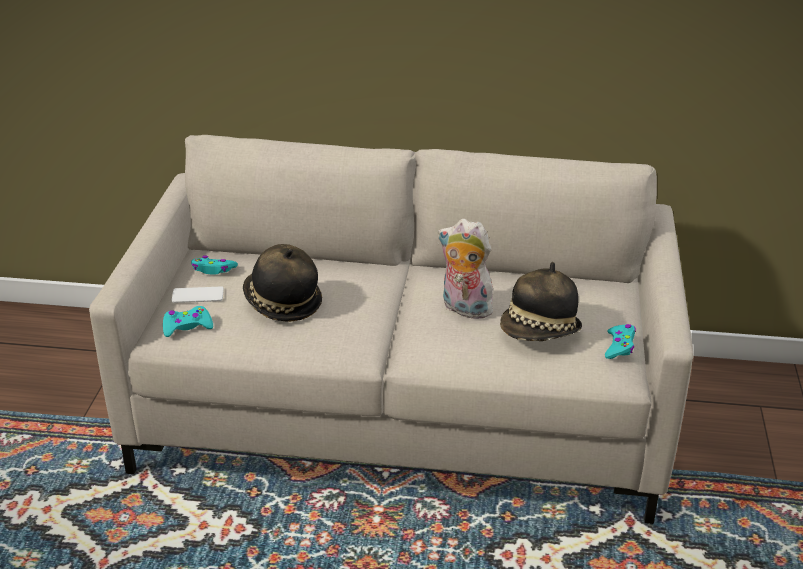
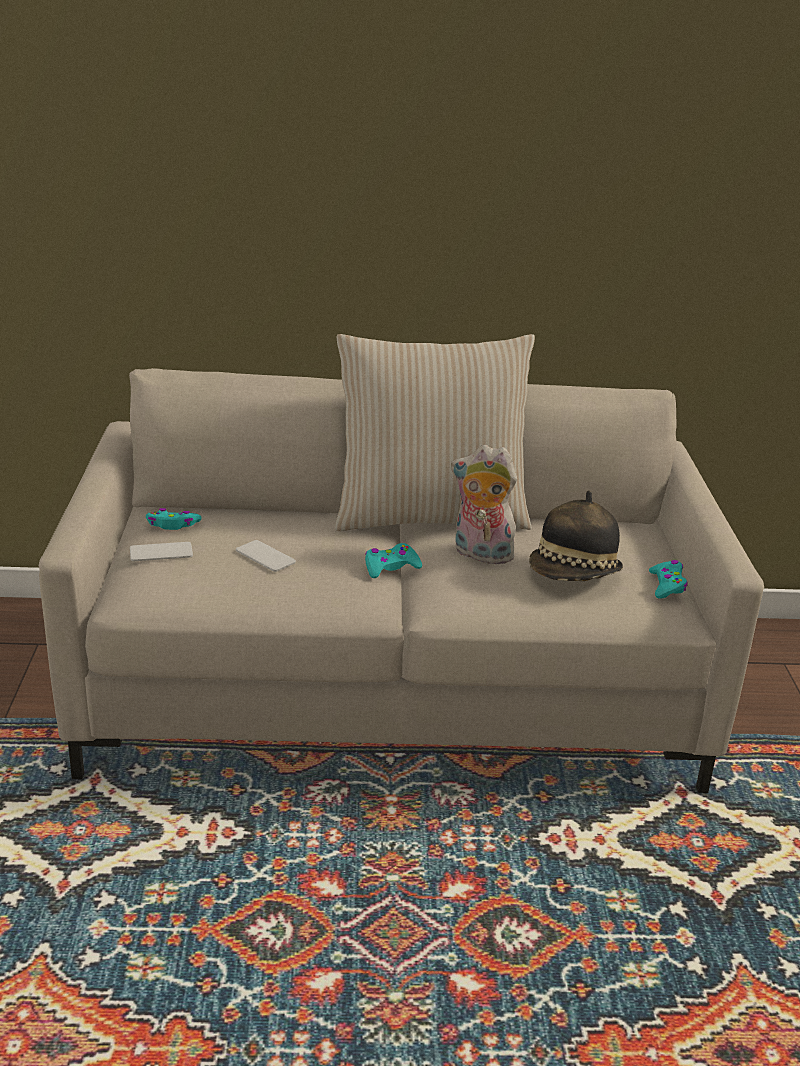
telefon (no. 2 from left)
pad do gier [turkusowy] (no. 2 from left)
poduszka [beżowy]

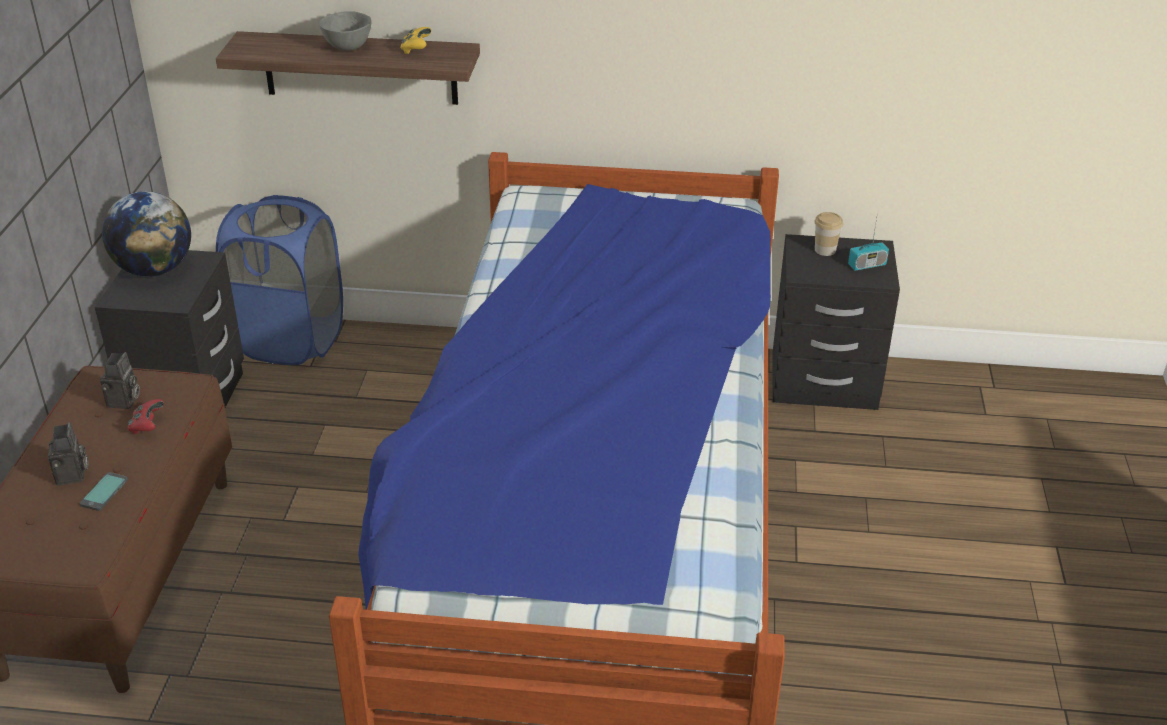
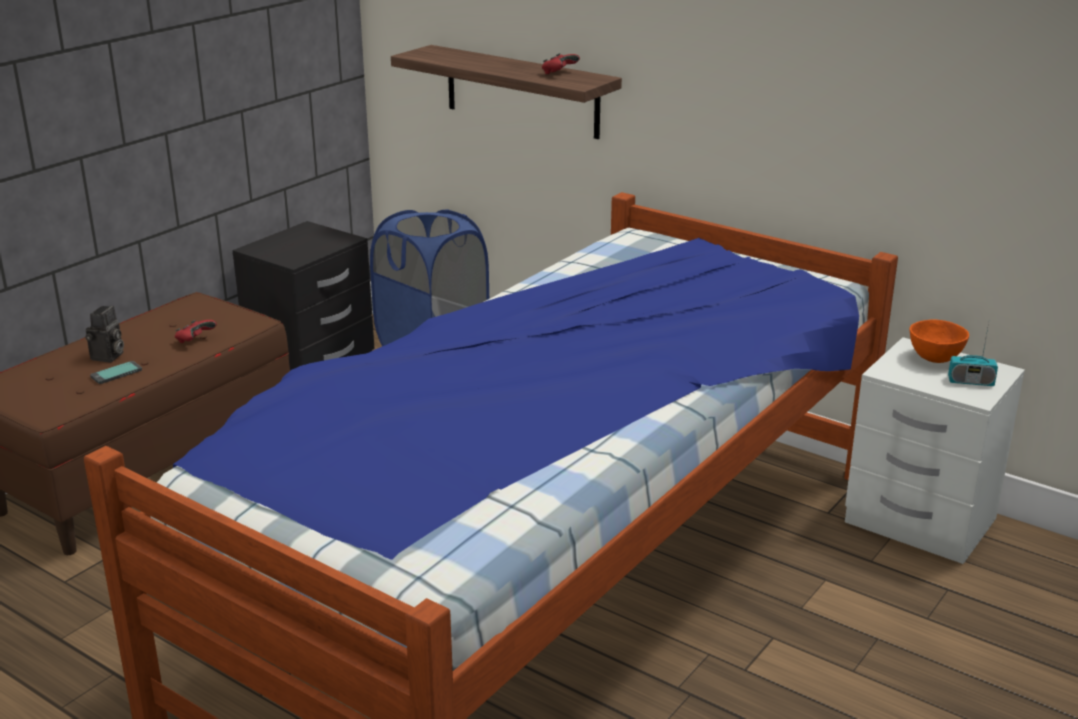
miska [szary]
pad do gier [czerwony] (no. 2 from left)
globus
miska [pomarańczowy]
szafka nocna [biały]
aparat fotograficzny (no. 2 from left in the first image)

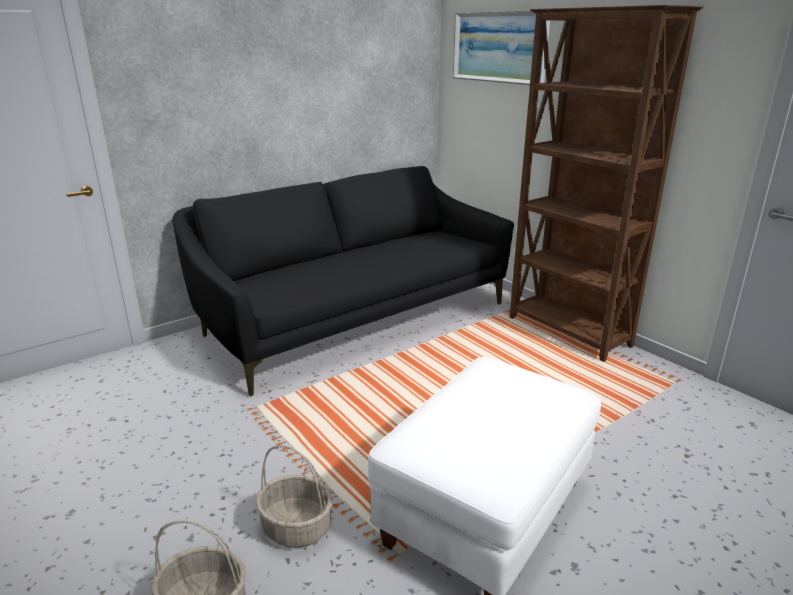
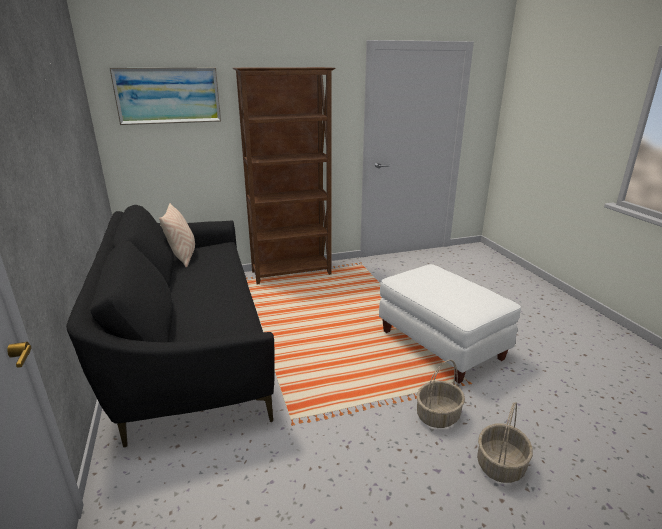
poduszka [beżowy]

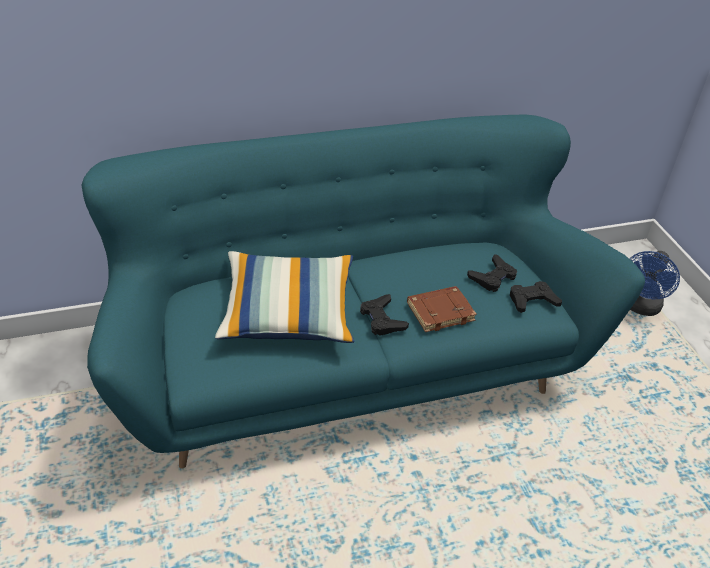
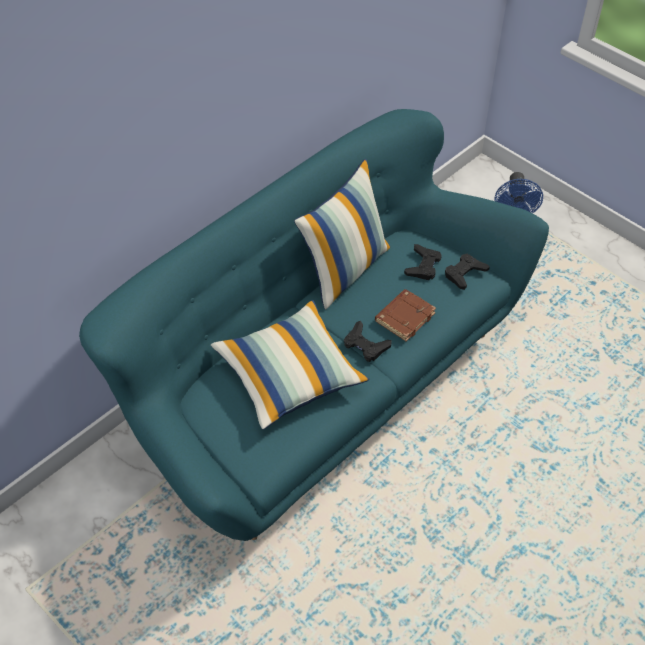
poduszka (no. 2 from left)

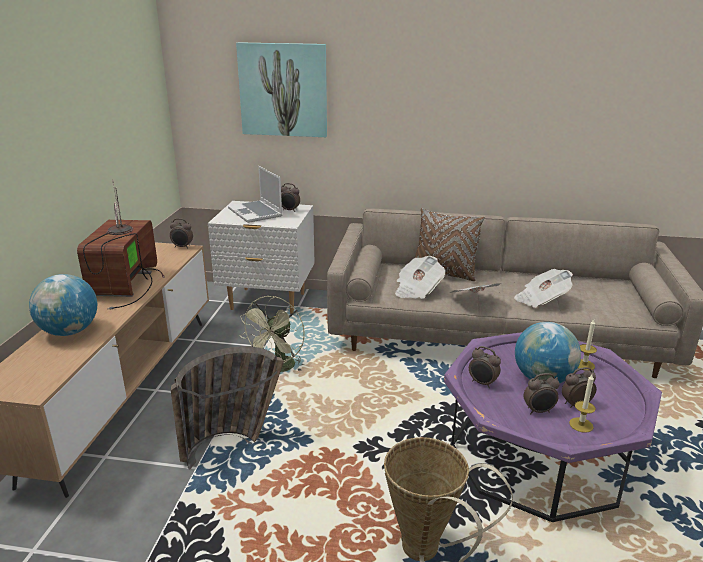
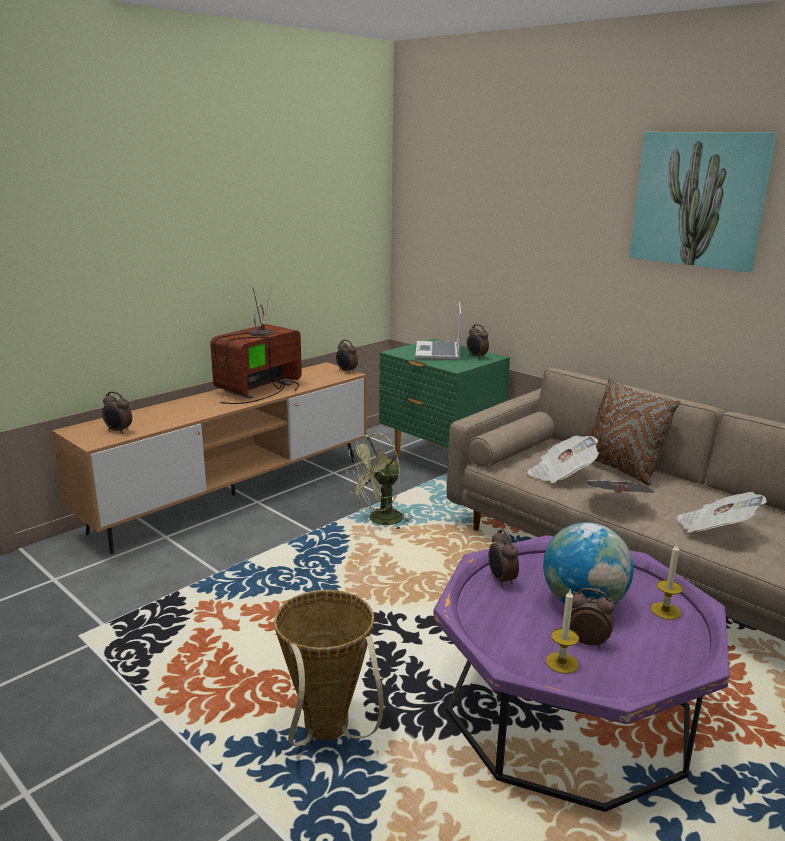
obraz
szafka nocna [zielony]
globus (no. 1 from left in the first image)
koszyk (no. 1 from left in the first image)
budzik (no. 1 from left)

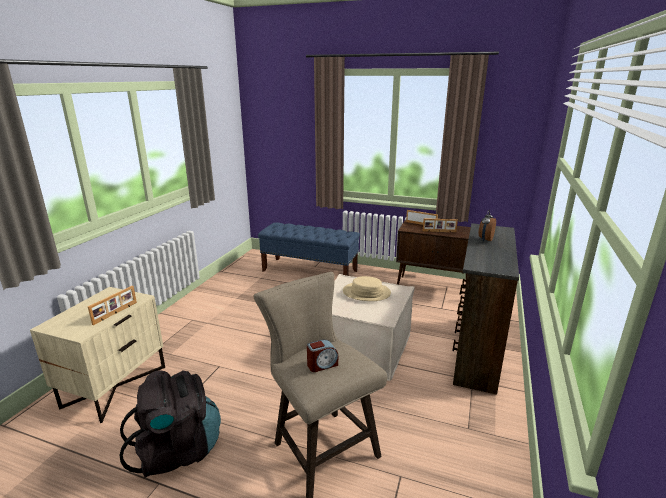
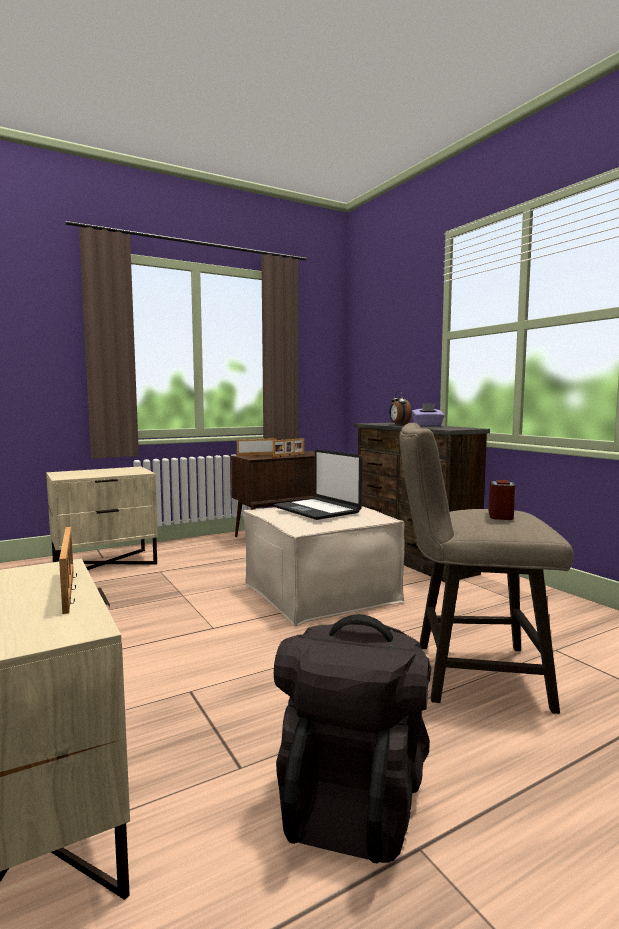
szafka nocna [beżowy] (no. 2 from left)
laptop
pudełko chusteczek [fioletowy]

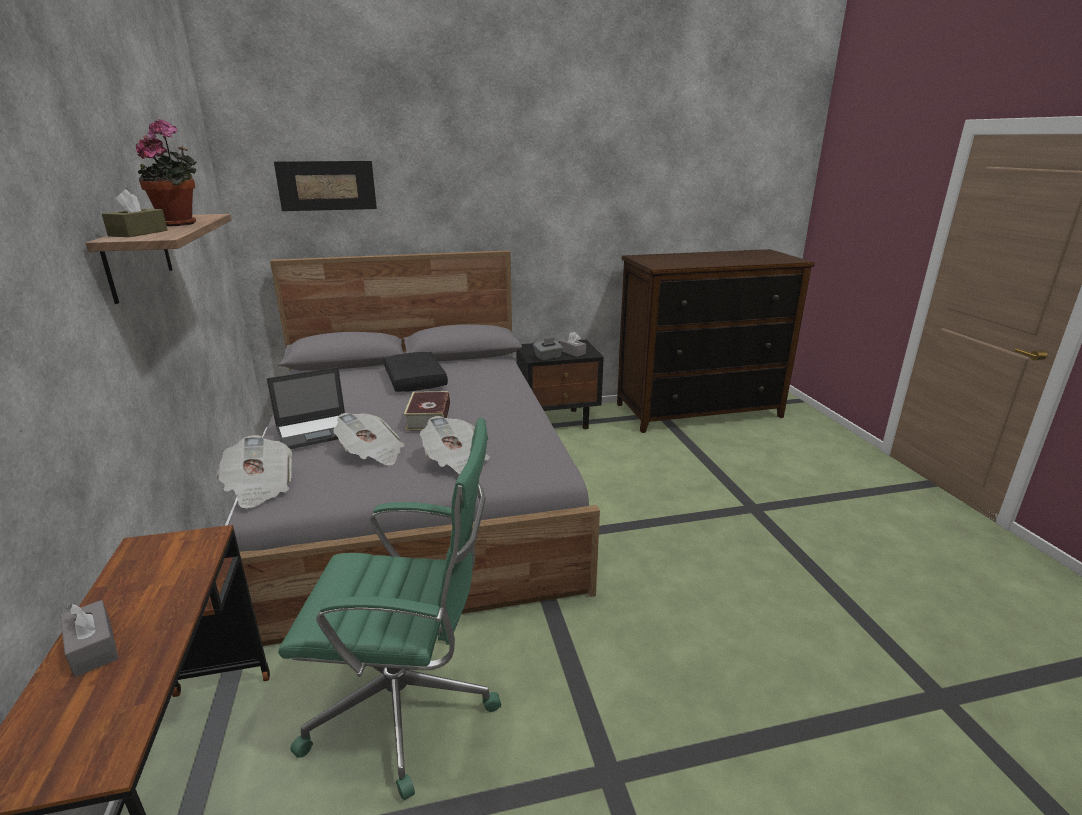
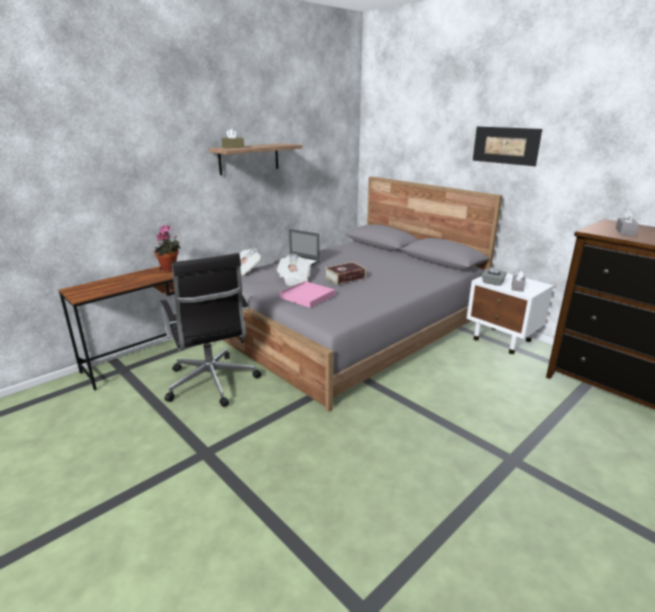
roślina doniczkowa
obraz
szafka nocna [biały]
poduszka [czarny]
taca [różowy]
krzesło biurowe [czarny]
pudełko chusteczek [szary] (no. 3 from left)

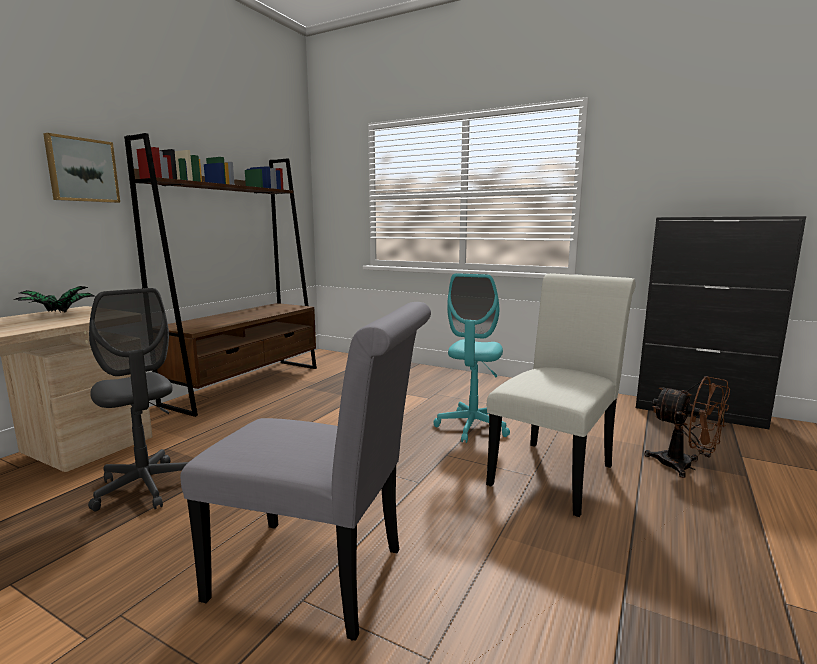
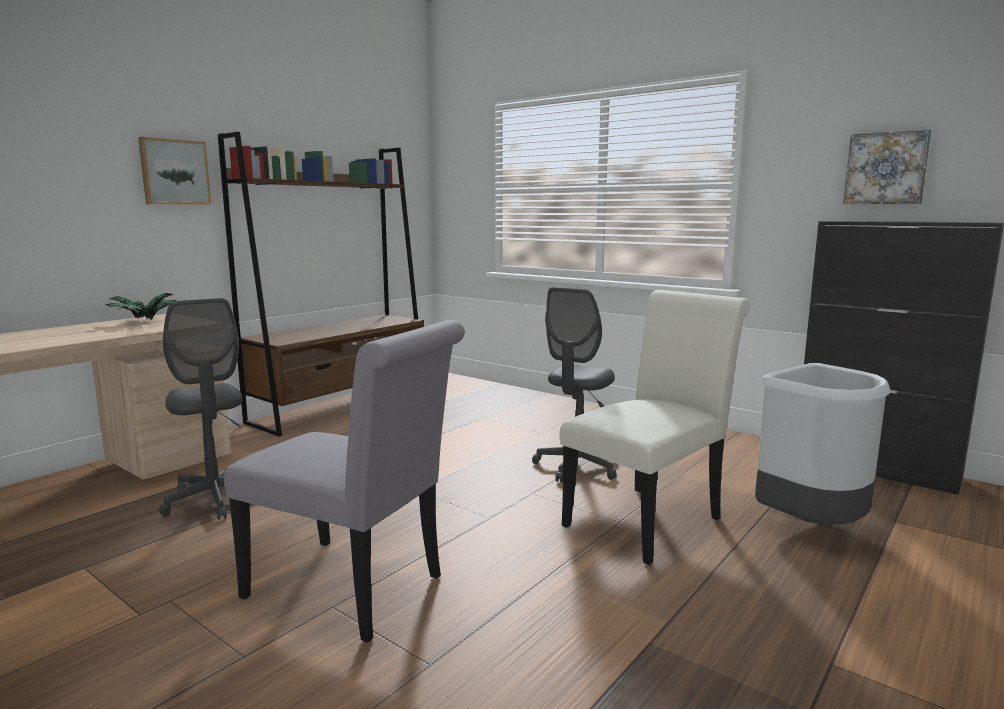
krzesło biurowe [szary] (no. 2 from left)
kosz na śmieci [szary]
obraz (no. 2 from left)

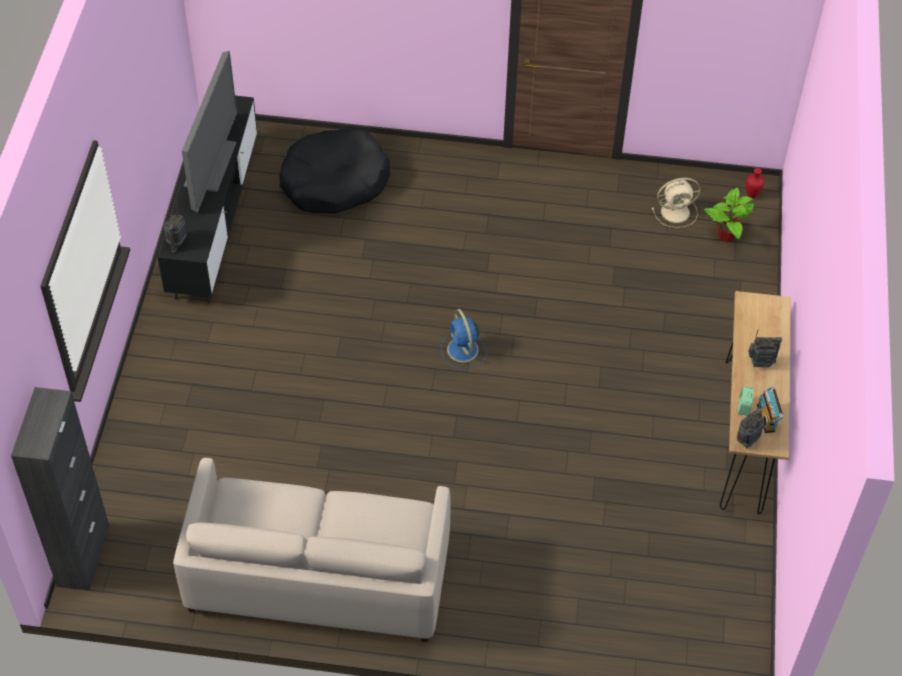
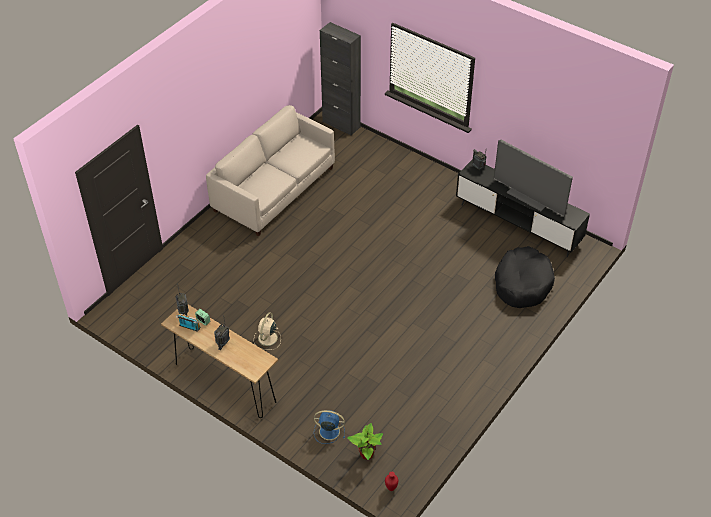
wentylator [beżowy]
wentylator [niebieski]

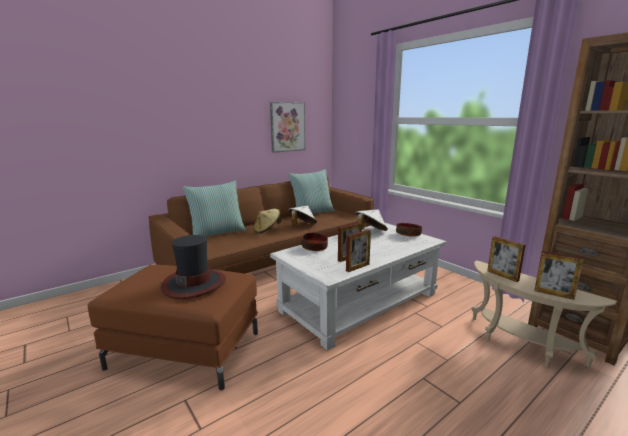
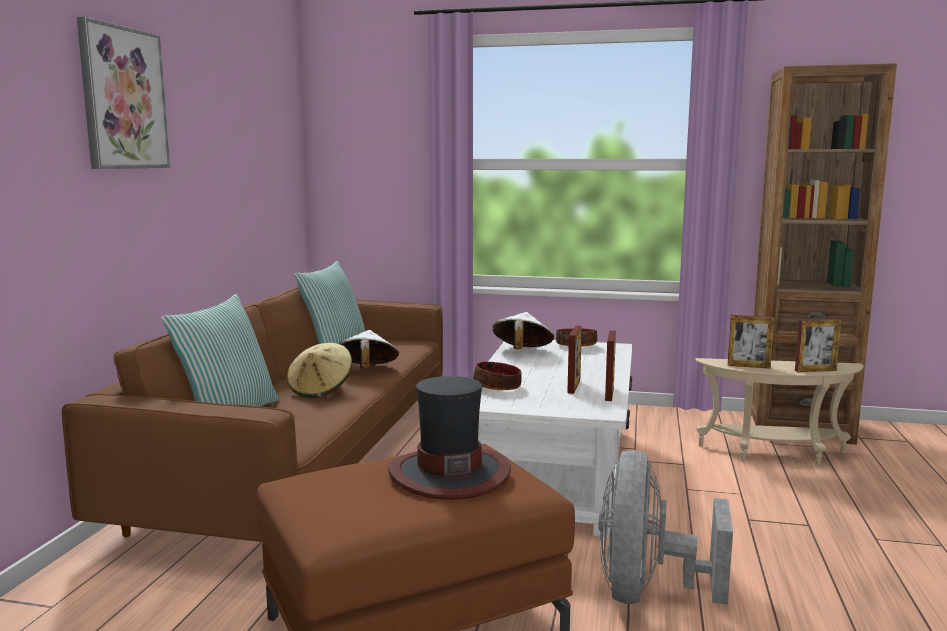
obraz
wentylator [szary]

